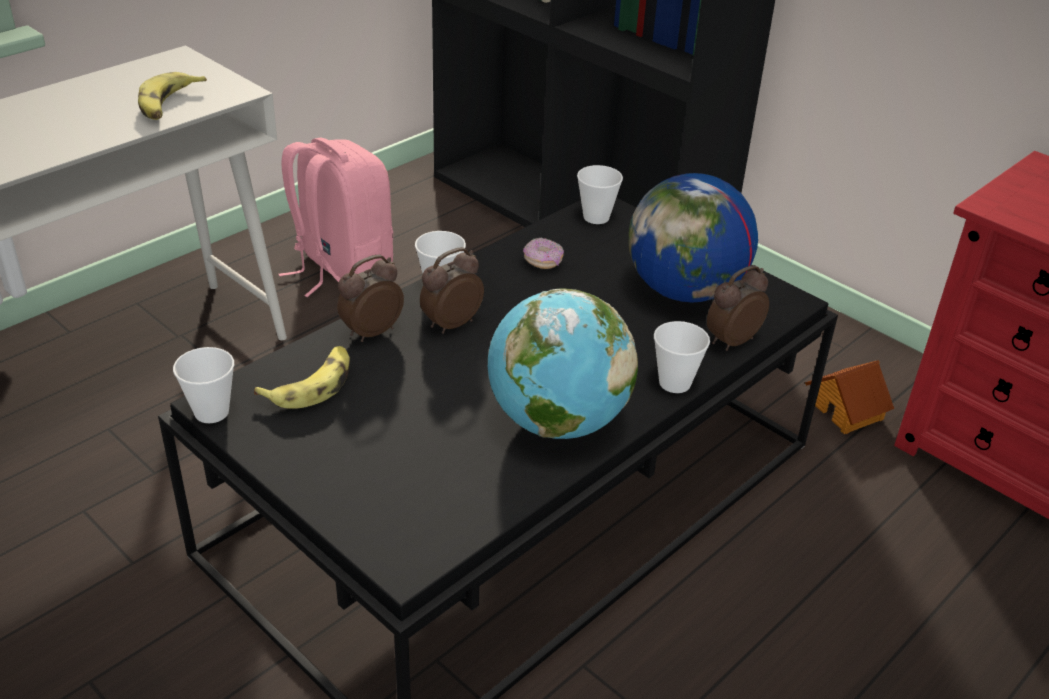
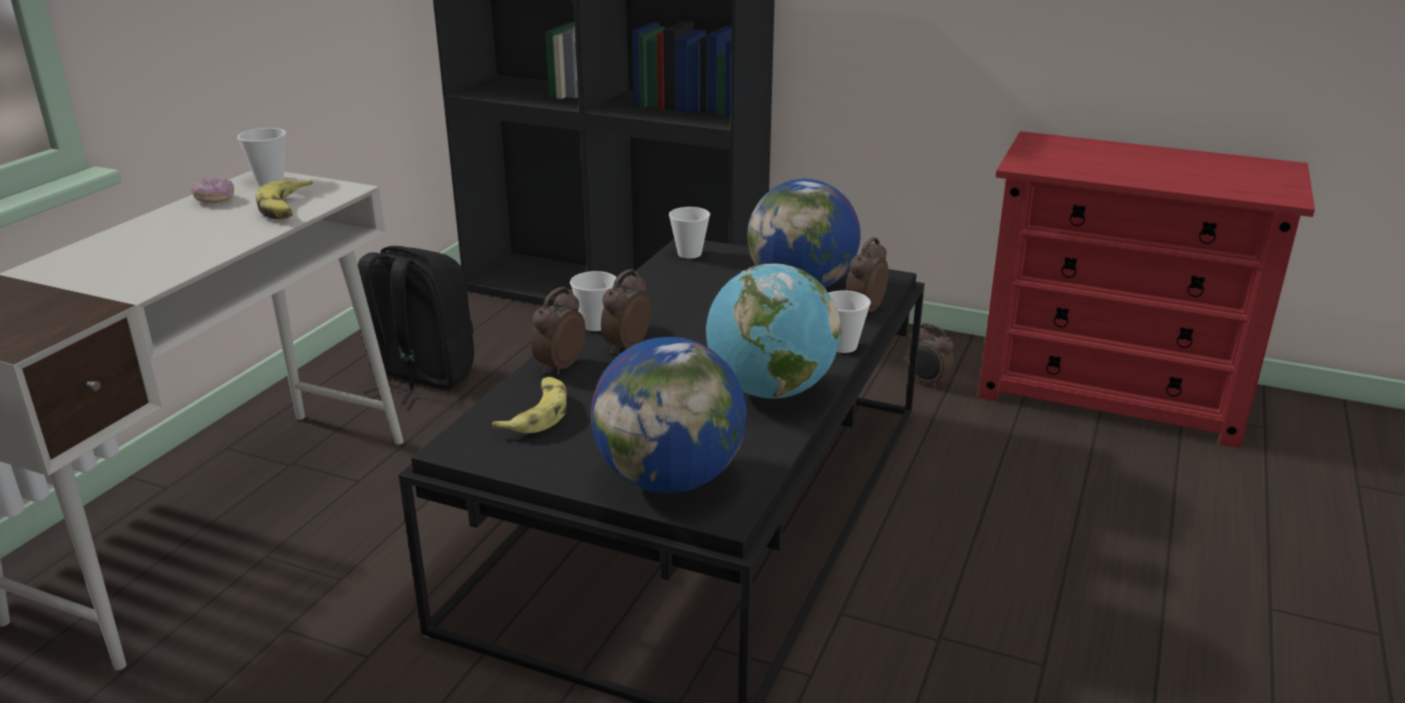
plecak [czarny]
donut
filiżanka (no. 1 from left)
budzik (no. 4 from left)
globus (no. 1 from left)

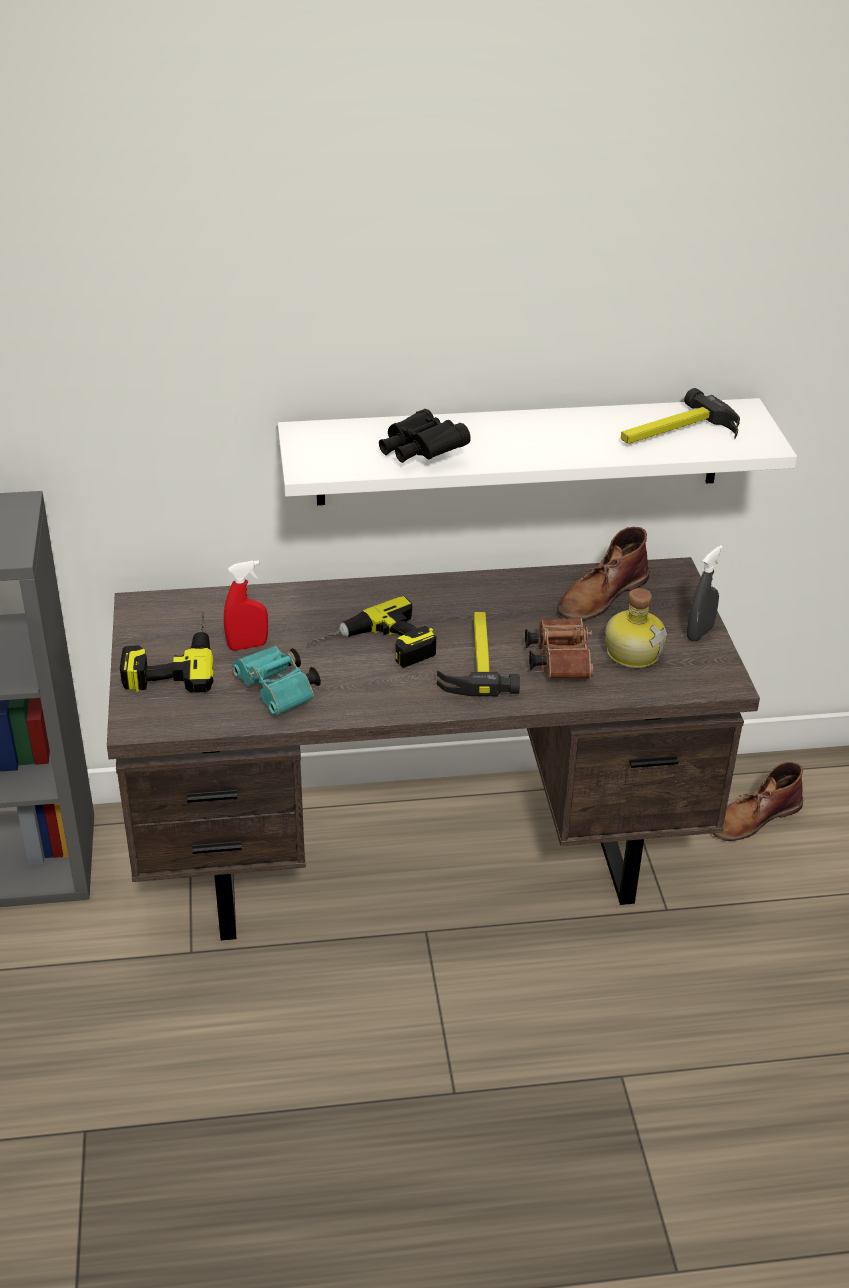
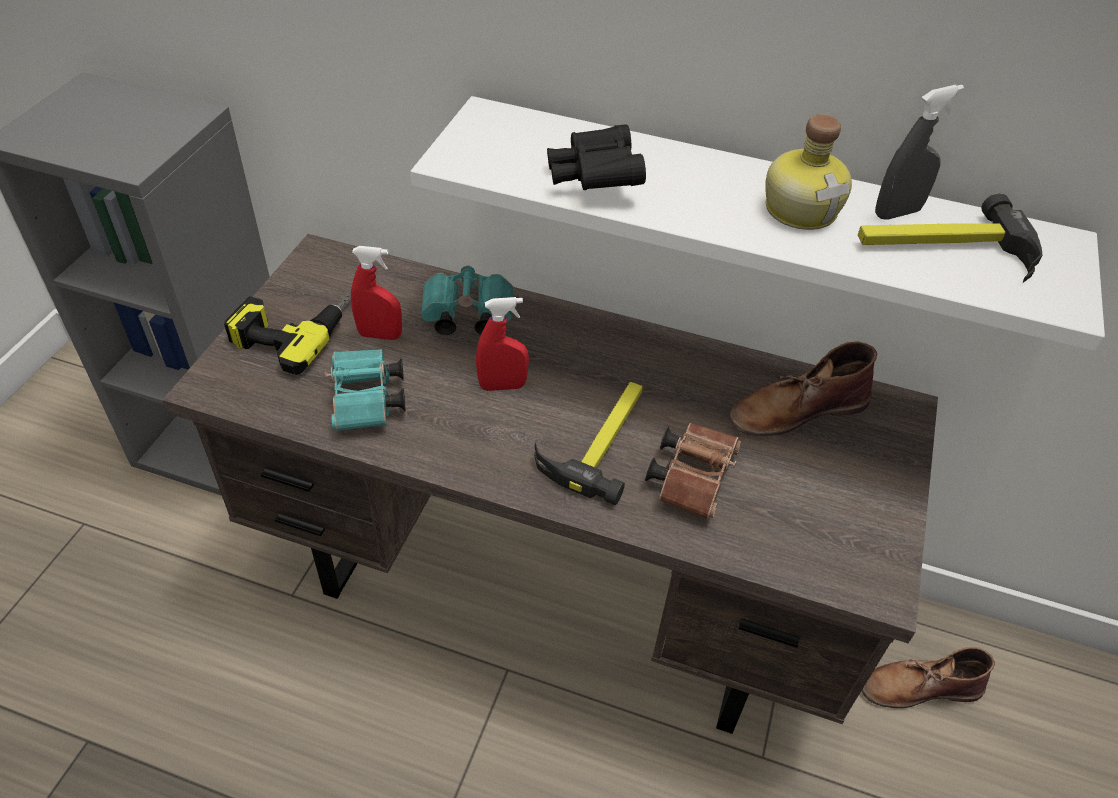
spryskiwacz [szary]
butelka
spryskiwacz [czerwony] (no. 2 from left)
lornetka [turkusowy] (no. 2 from left)

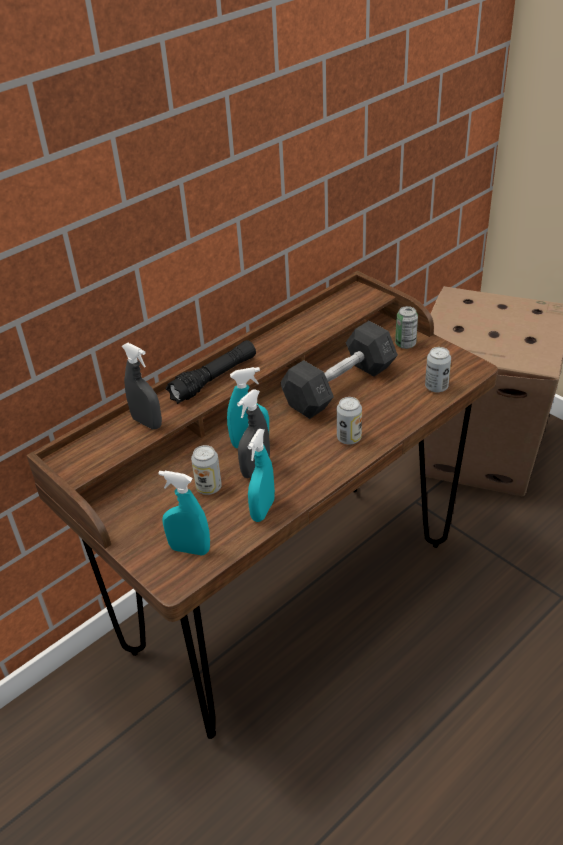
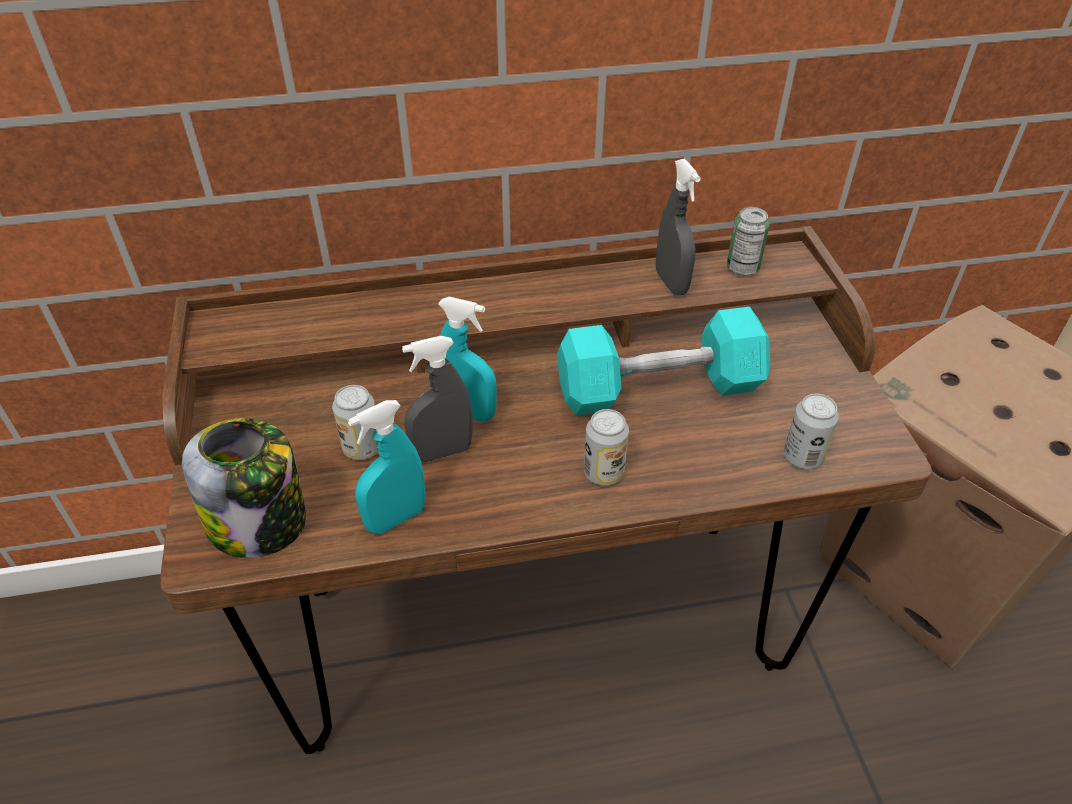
puszka (no. 3 from left)
hantel [turkusowy]
latarka [czarny]
spryskiwacz [szary] (no. 2 from left)
słoik

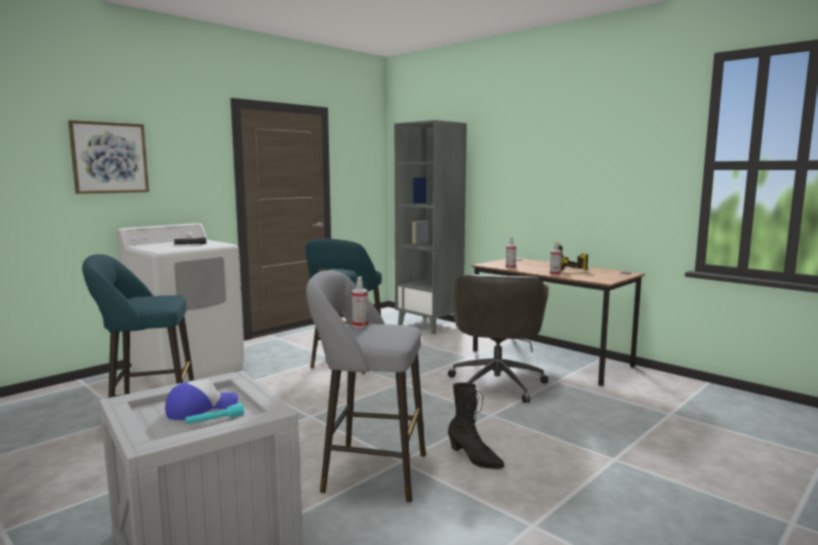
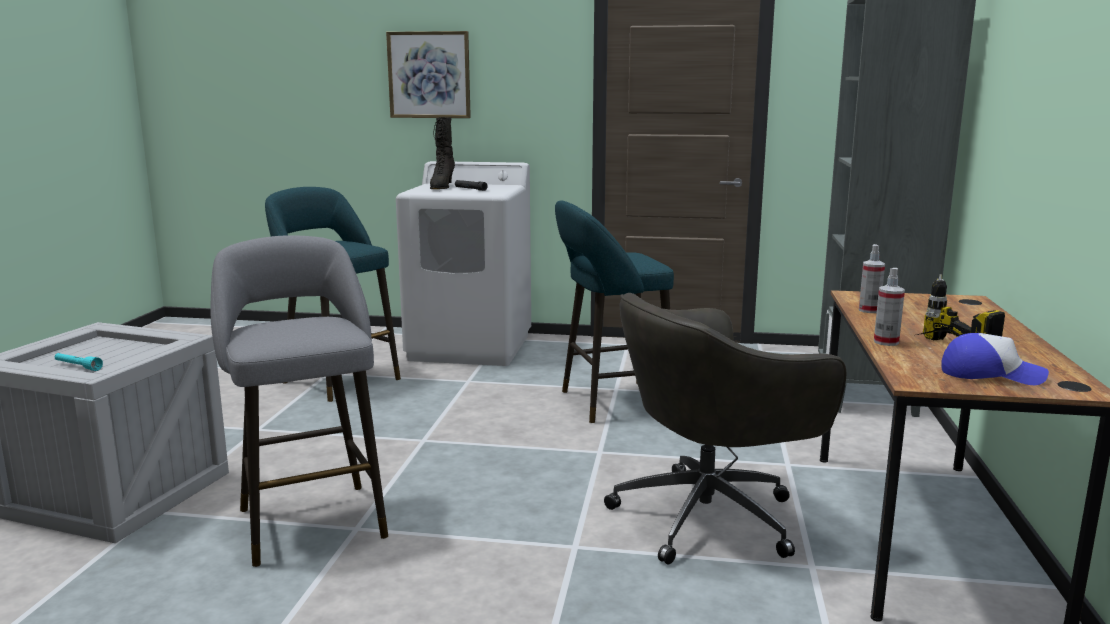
spryskiwacz (no. 1 from left in the first image)
czapka z daszkiem
but z cholewką [czarny]

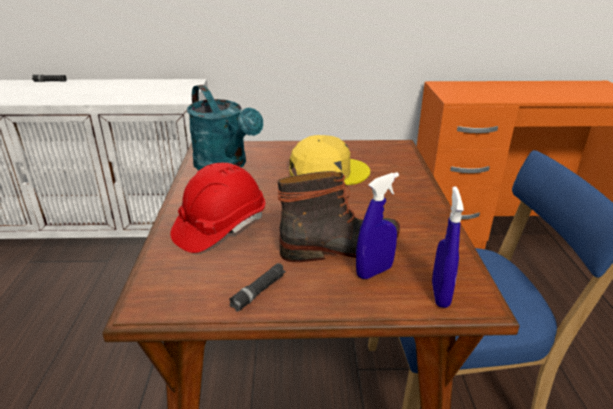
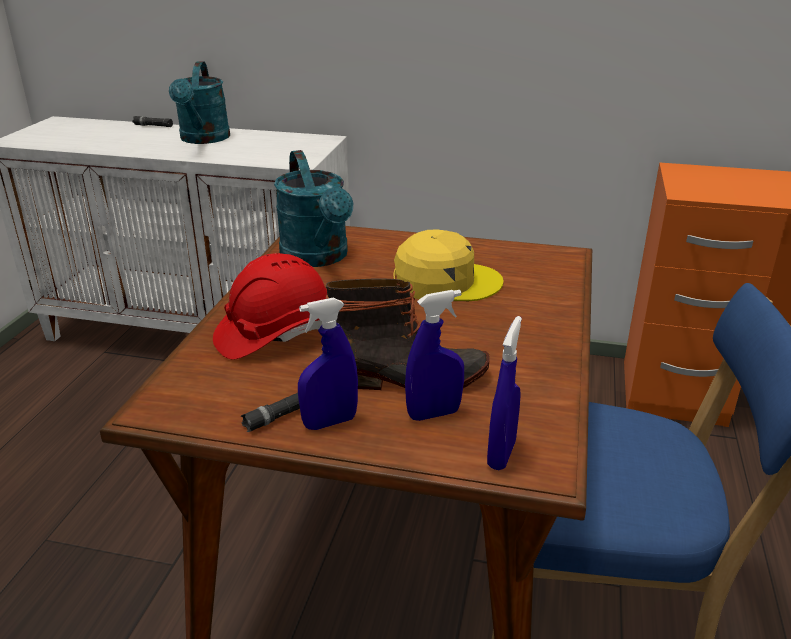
konewka [turkusowy] (no. 1 from left)
spryskiwacz [niebieski] (no. 1 from left)

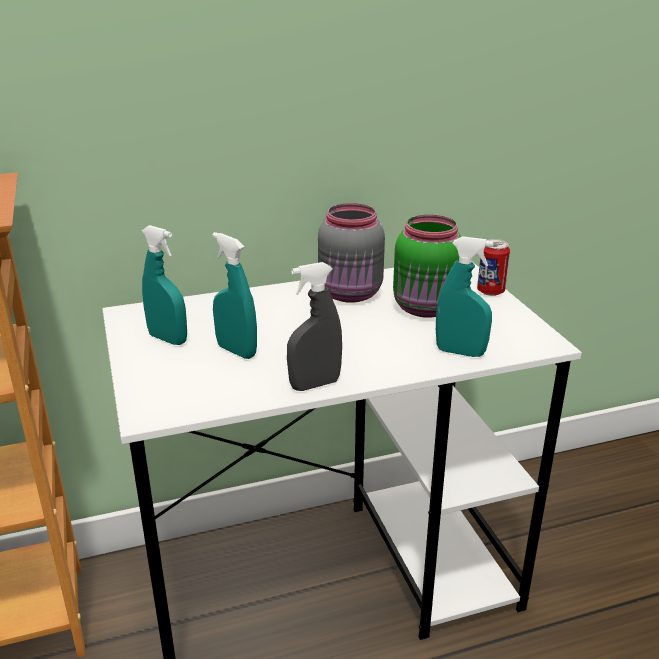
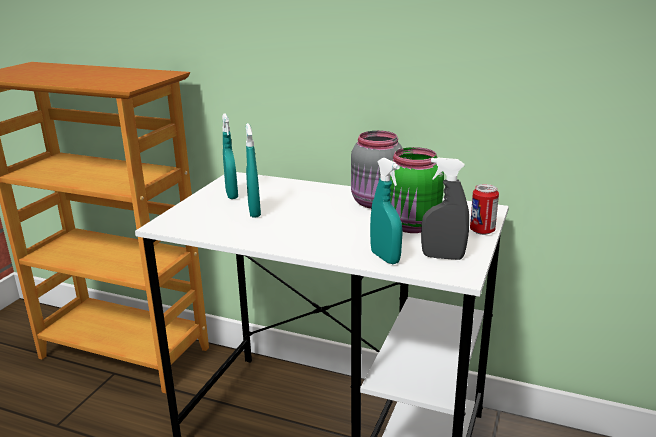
spryskiwacz [szary]

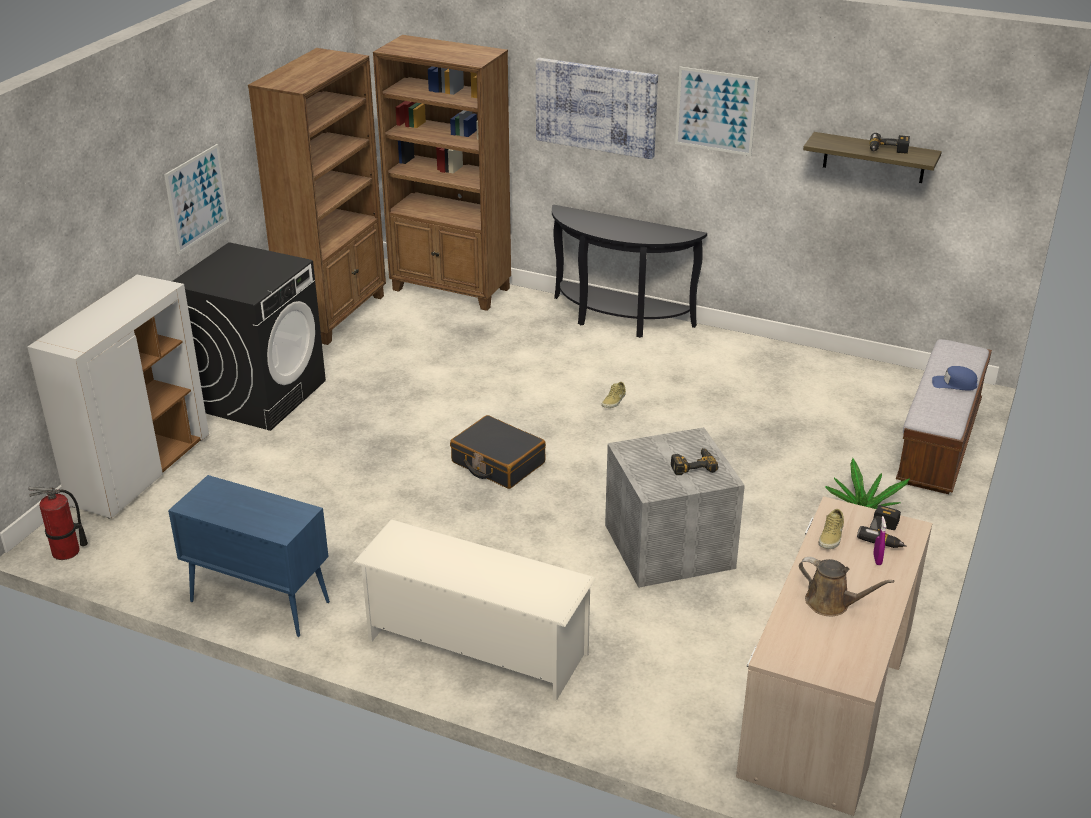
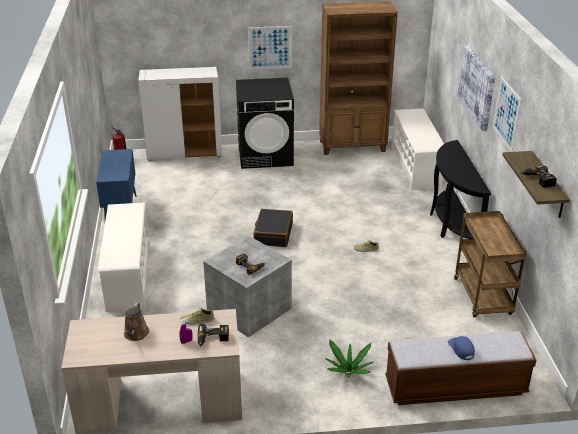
regał na buty [biały] (no. 2 from left)
wózek [brązowy]

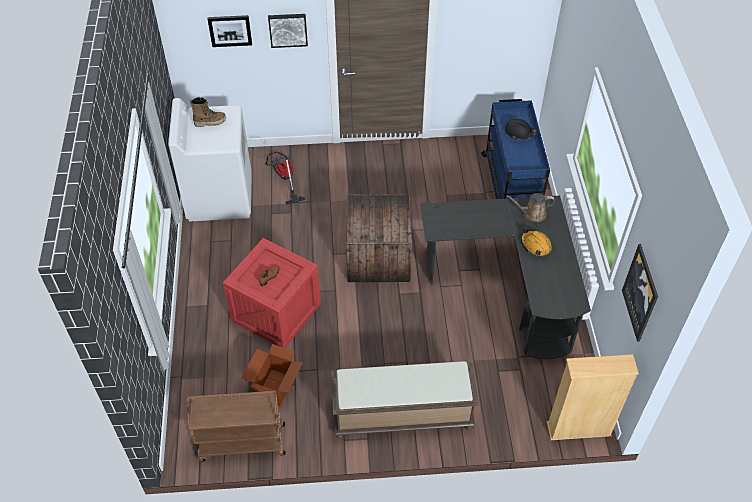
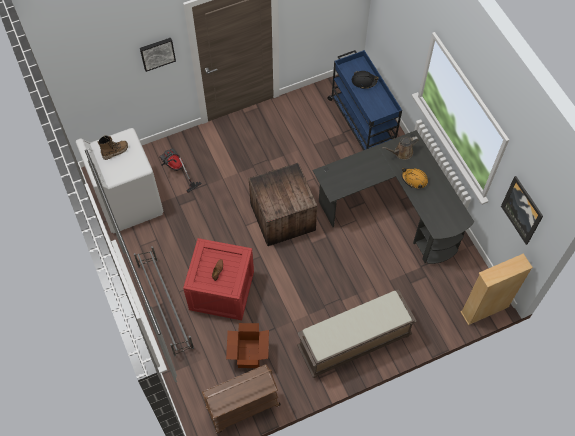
obraz (no. 1 from left in the first image)
regał na buty [szary]

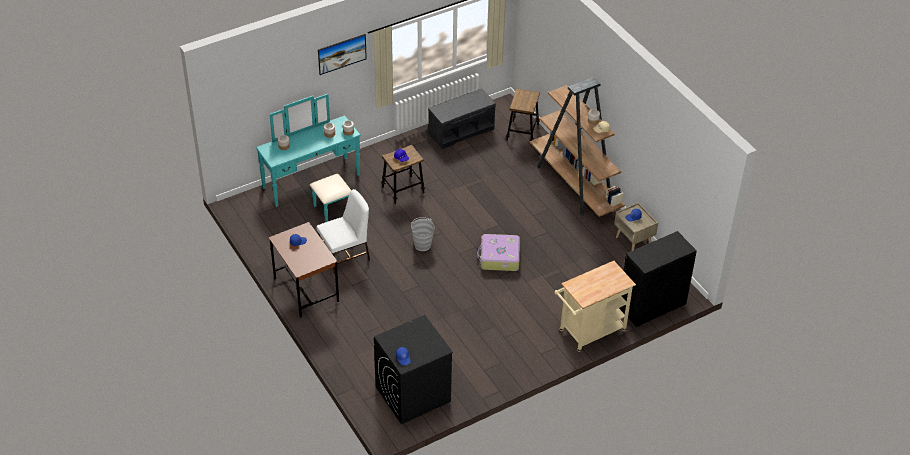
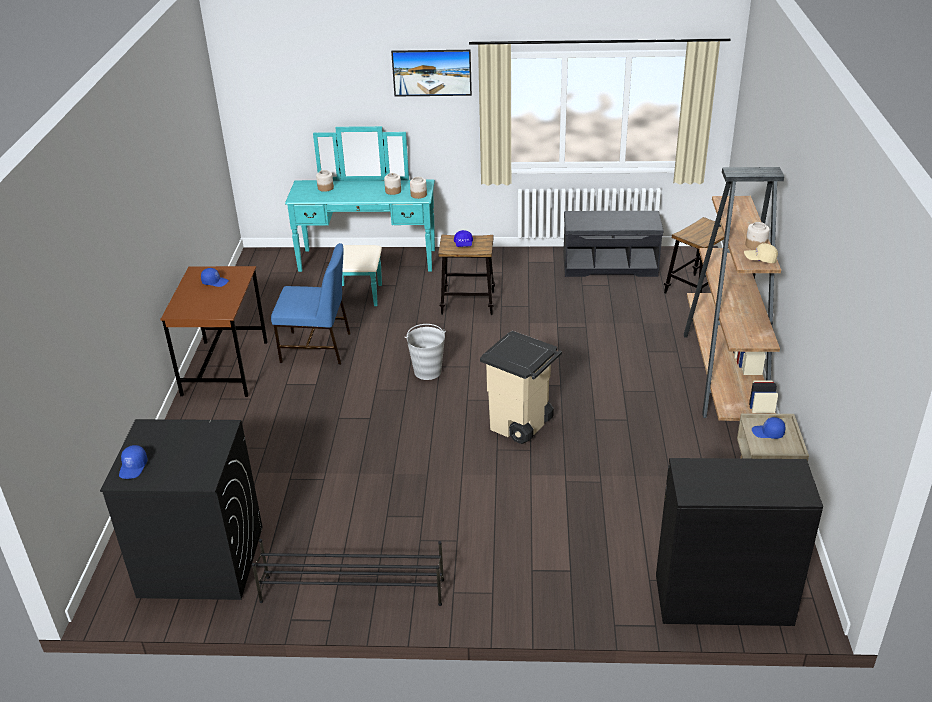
krzesło [niebieski]
kosz na śmieci [beżowy]
wózek [beżowy]
regał na buty [czarny]

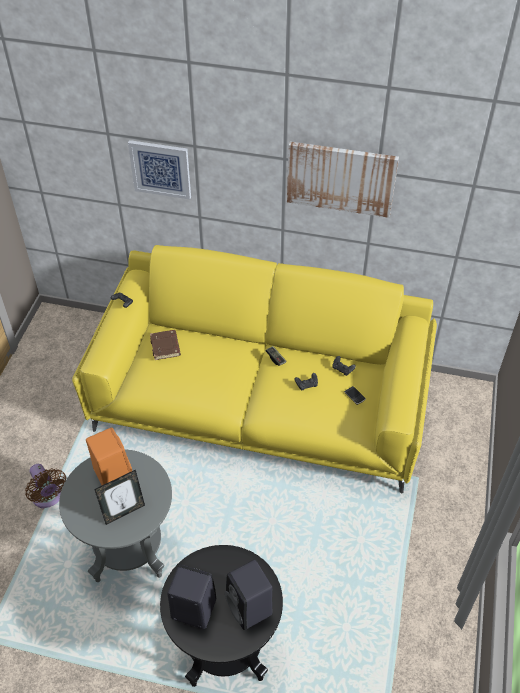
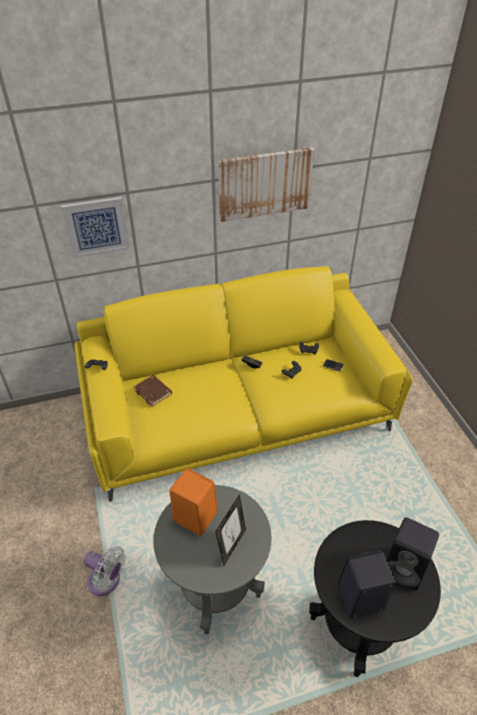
wentylator [biały]

